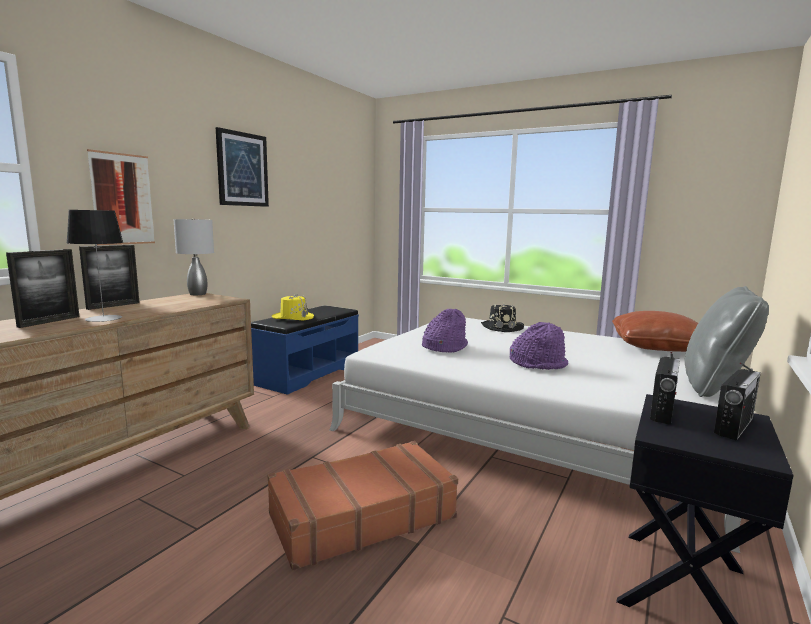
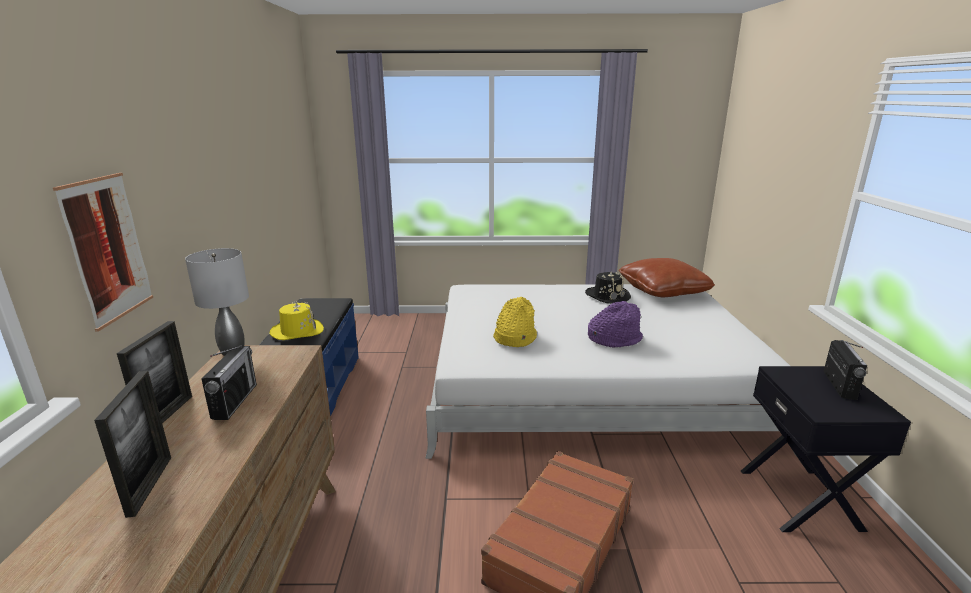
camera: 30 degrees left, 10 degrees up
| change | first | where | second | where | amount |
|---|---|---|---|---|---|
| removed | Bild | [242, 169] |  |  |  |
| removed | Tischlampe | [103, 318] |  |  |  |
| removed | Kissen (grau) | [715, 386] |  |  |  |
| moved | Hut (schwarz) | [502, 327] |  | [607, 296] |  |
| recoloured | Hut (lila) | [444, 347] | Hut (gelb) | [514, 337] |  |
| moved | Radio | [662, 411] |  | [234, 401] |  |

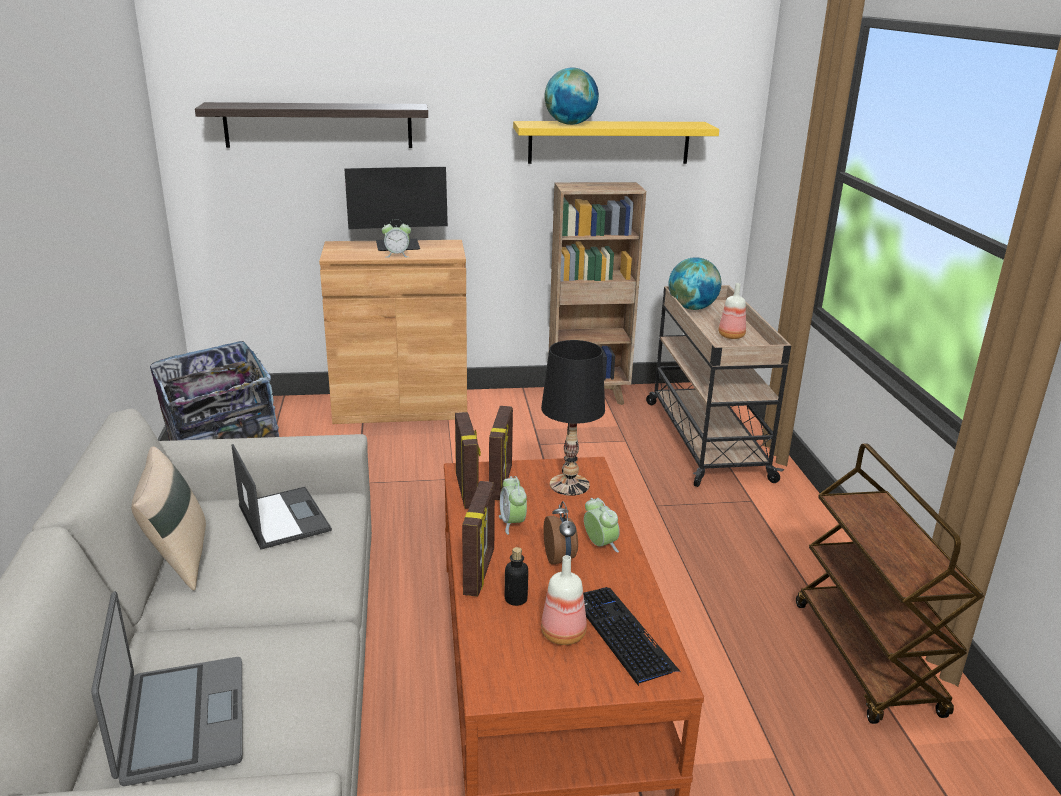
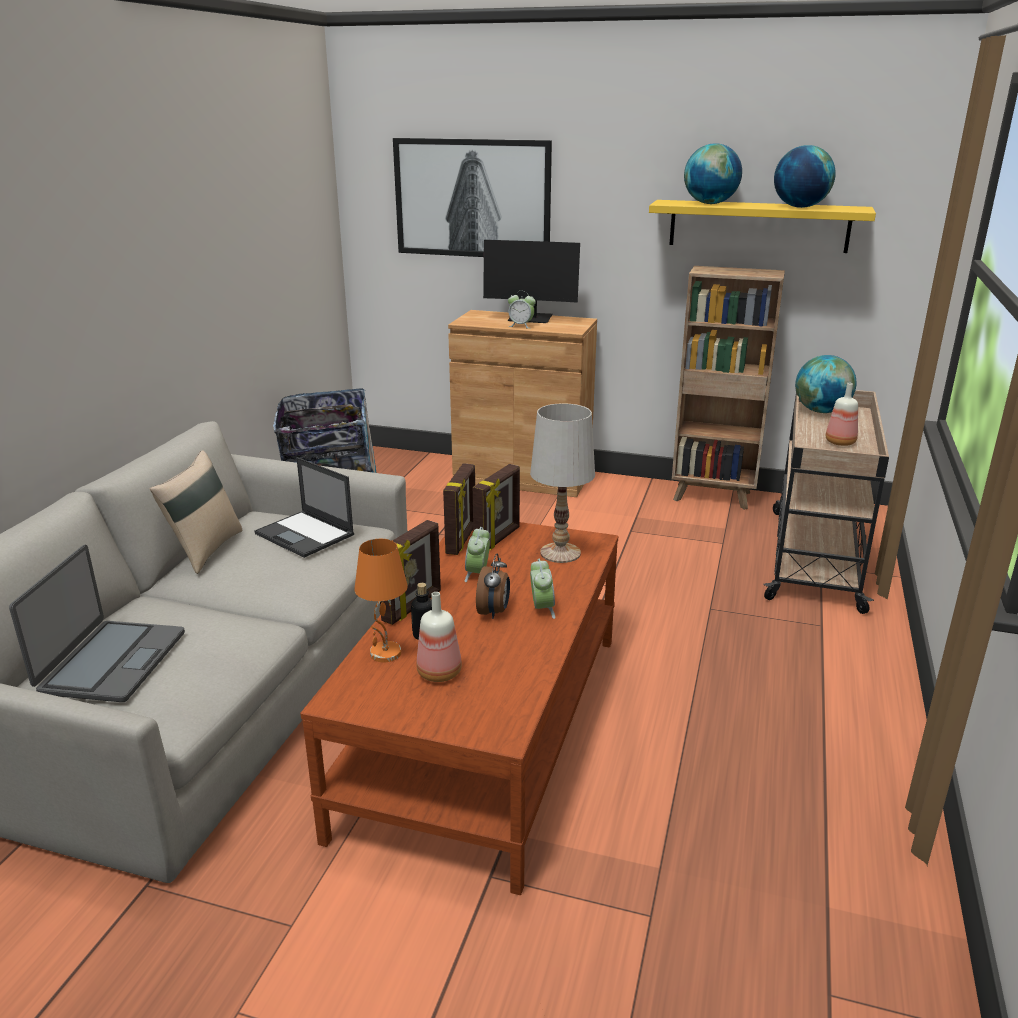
camera: 25 degrees right, 0 degrees up
| change | first | where | second | where | amount |
|---|---|---|---|---|---|
| replaced | Wandregal | [318, 125] | Bild | [472, 199] |  |
| recoloured | Tischlampe (schwarz) | [569, 485] | Tischlampe (weiß) | [560, 553] |  |
| removed | Rollwagen (braun) | [867, 659] |  |  |  |
| turned | Laptop | [283, 517] |  | [305, 534] | 135 degrees clockwise |
| removed | Tastatur | [622, 634] |  |  |  |
| added |  |  | Globus | [800, 207] |  |
| added |  |  | Tischlampe (orange) | [385, 654] |  |

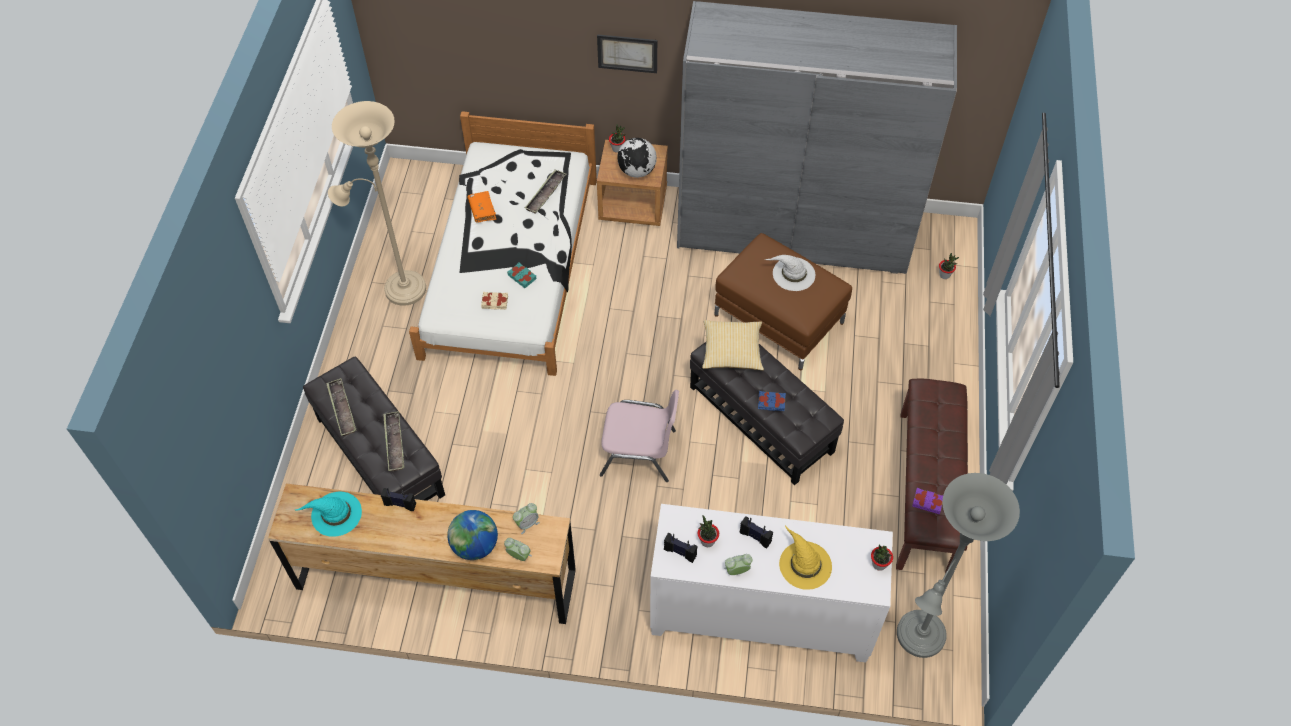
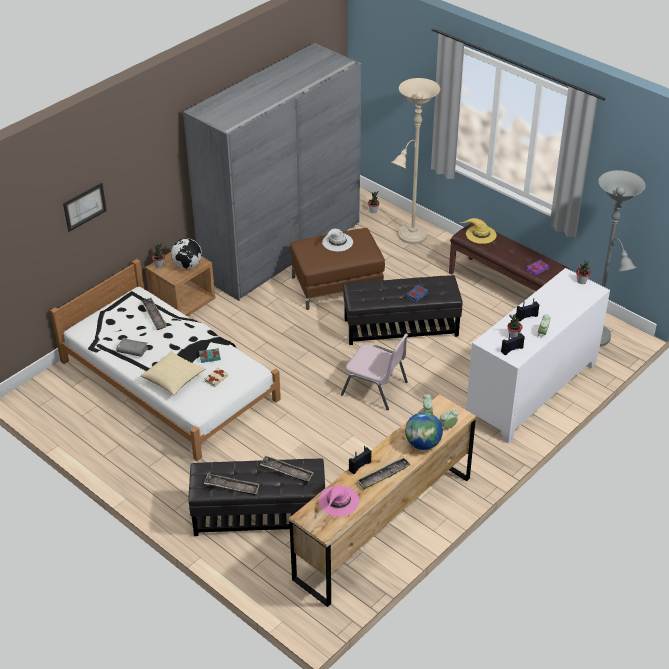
camera: 55 degrees left, 15 degrees down
| change | first | where | second | where | amount |
|---|---|---|---|---|---|
| moved | Bild | [627, 53] |  | [84, 206] |  |
| moved | Stehlampe (beige) | [399, 289] |  | [410, 237] |  |
| recoloured | Buch (orange) | [482, 210] | Buch (grau) | [132, 350] |  |
| moved | Kissen | [732, 352] |  | [173, 379] |  |
| turned | Stuhl (rosa) | [639, 452] |  | [375, 388] | 75 degrees clockwise |
| recoloured | Hut (türkis) | [335, 514] | Hut (rosa) | [338, 501] |  |
| moved | Hut (gelb) | [804, 564] |  | [480, 234] |  |
| added |  |  | Tablett | [383, 475] |  |

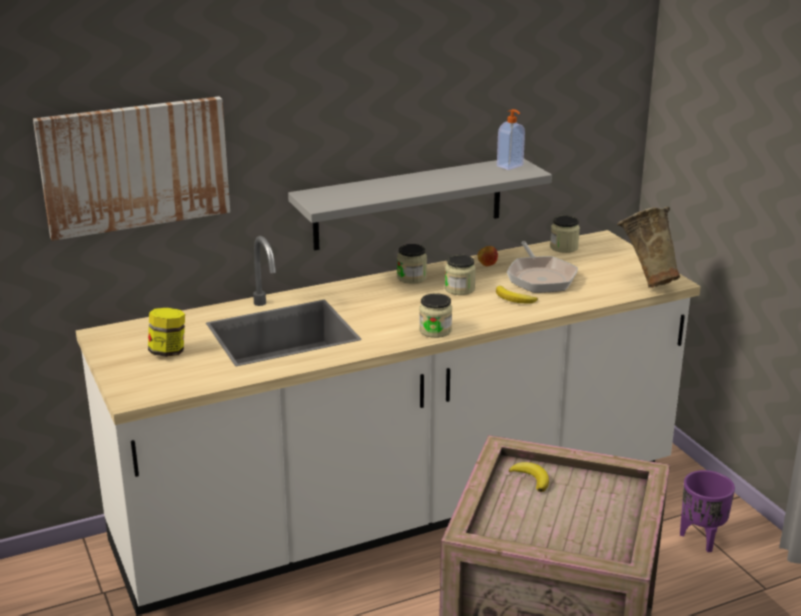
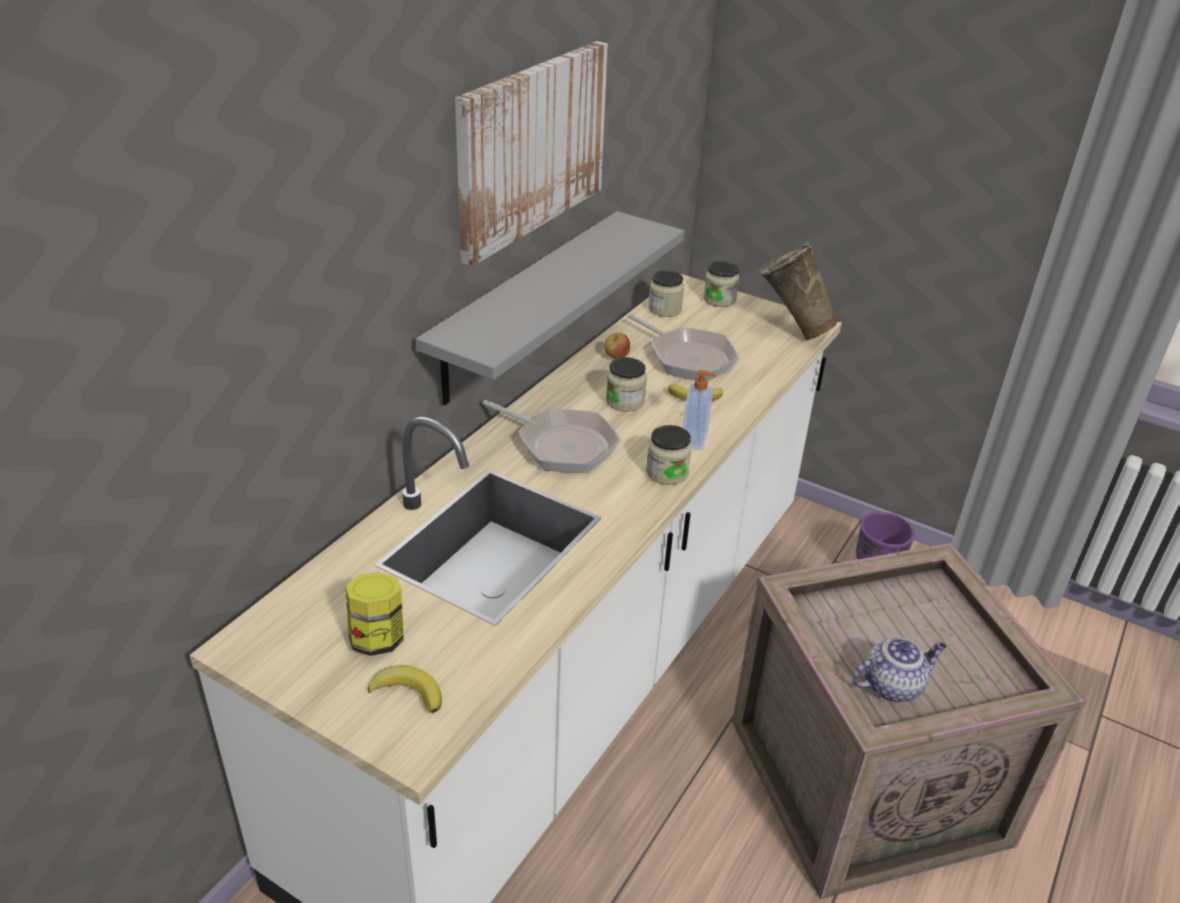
camera: 35 degrees left, 10 degrees up
| change | first | where | second | where | amount |
|---|---|---|---|---|---|
| moved | Bild | [135, 166] |  | [531, 147] |  |
| moved | Seifenspender | [510, 166] |  | [695, 440] |  |
| moved | Vorratsglas | [412, 278] |  | [719, 299] |  |
| moved | Banane | [531, 479] |  | [409, 691] |  |
| added |  |  | Pfanne | [561, 445] |  |
| added |  |  | Teekanne | [892, 685] |  |

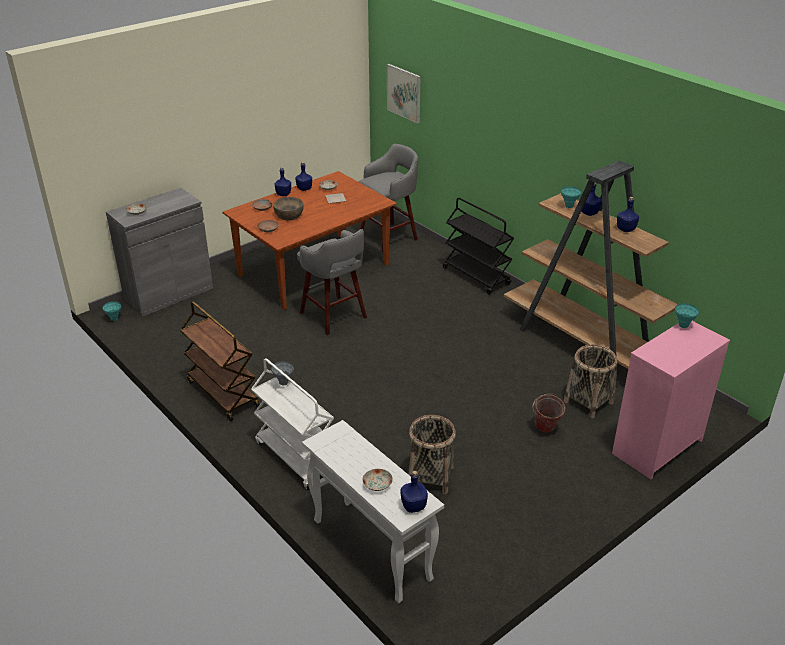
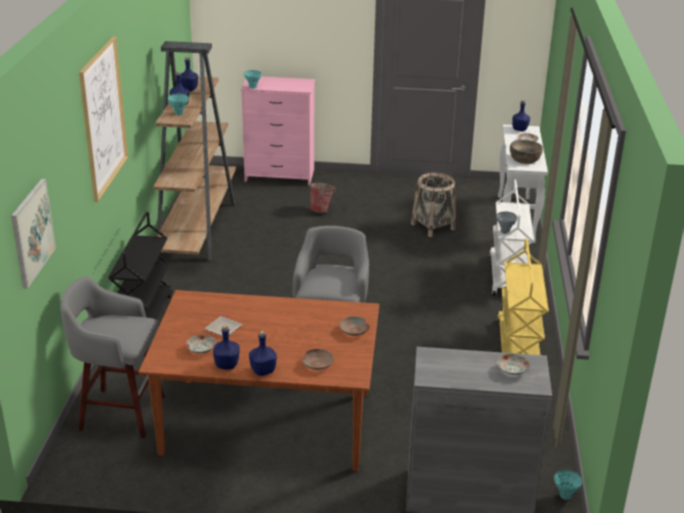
camera: 135 degrees left, 5 degrees down
| change | first | where | second | where | amount |
|---|---|---|---|---|---|
| moved | Schüssel (braun) | [289, 215] |  | [525, 159] |  |
| recoloured | Rollwagen (braun) | [222, 394] | Rollwagen (gelb) | [518, 346] |  |
| removed | Korb | [588, 402] |  |  |  |
| added |  |  | Bild | [103, 118] |  |

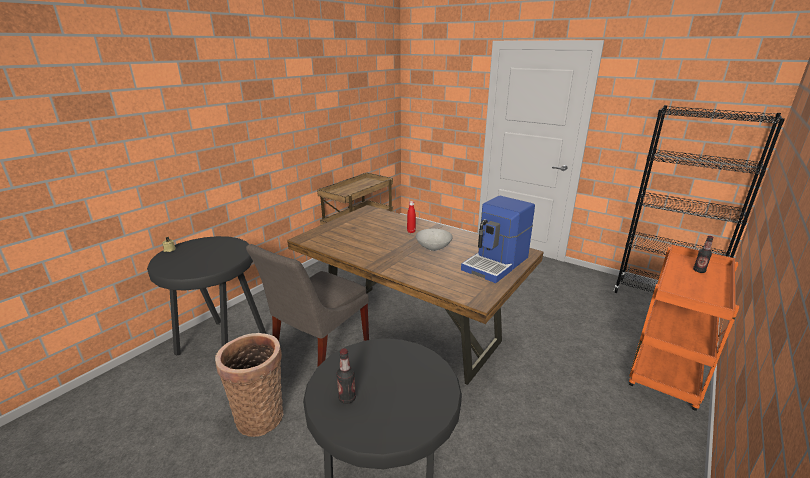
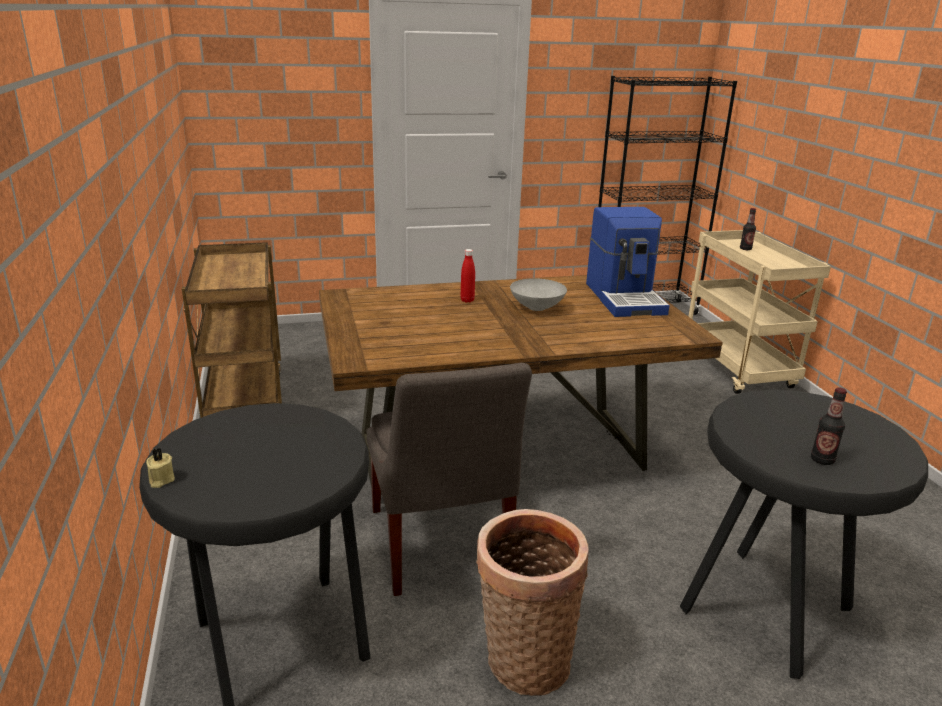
camera: 50 degrees left, 0 degrees up
| change | first | where | second | where | amount |
|---|---|---|---|---|---|
| recoloured | Rollwagen (orange) | [667, 372] | Rollwagen (beige) | [738, 370] |  |

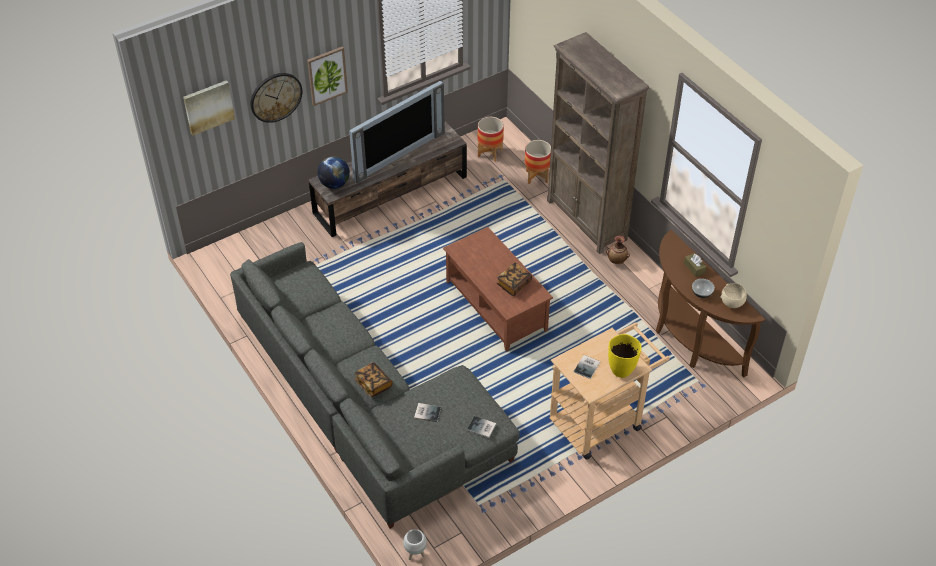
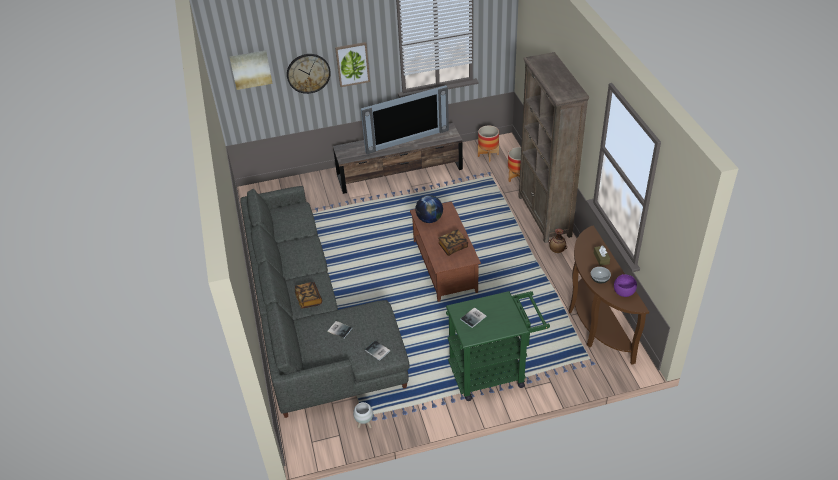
camera: 20 degrees right, 5 degrees down
| change | first | where | second | where | amount |
|---|---|---|---|---|---|
| moved | Globus | [334, 184] |  | [429, 219] |  |
| recoloured | Schüssel (beige) | [732, 303] | Schüssel (lila) | [624, 292] |  |
| recoloured | Rollwagen (beige) | [602, 420] | Rollwagen (grün) | [493, 372] |  |
| removed | Vase (gelb) | [621, 369] |  |  |  |
| moved | Pflanzkübel (weiß) | [415, 553] |  | [364, 424] |  |

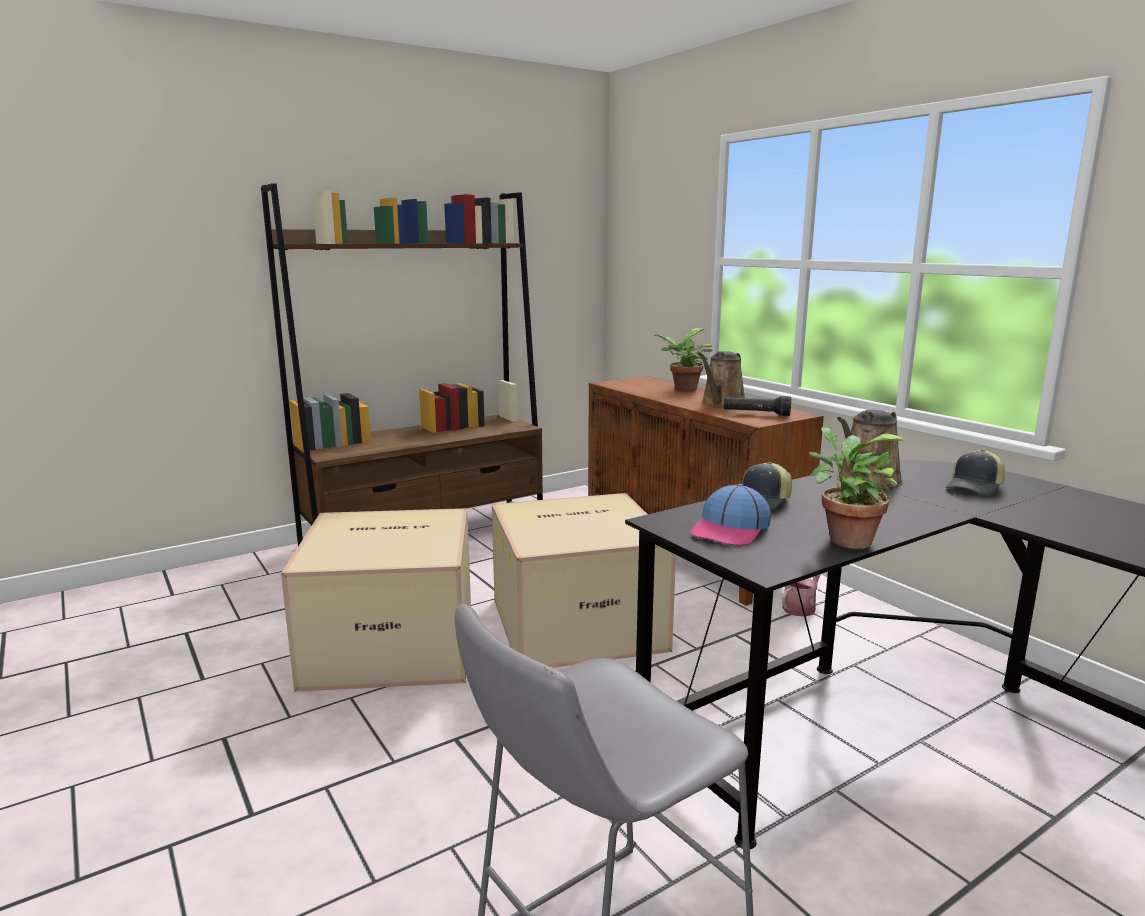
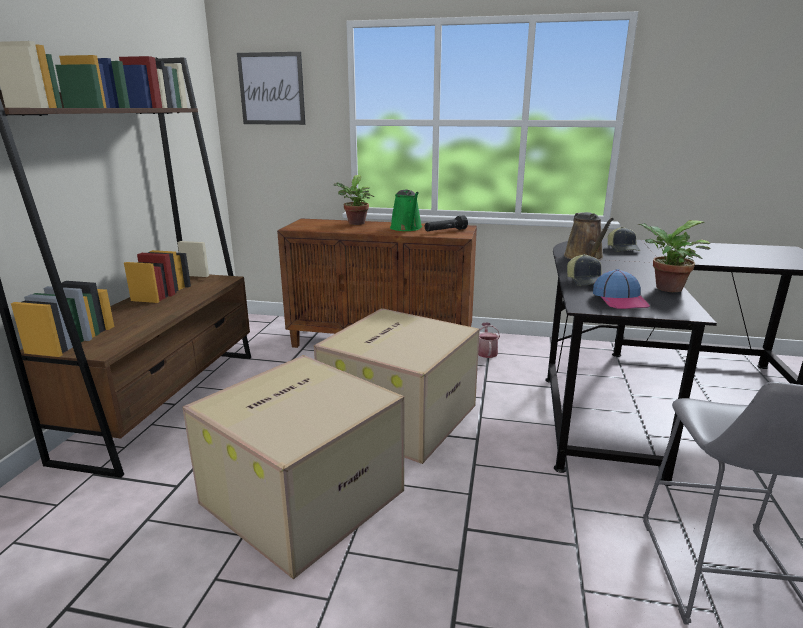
camera: 45 degrees left, 5 degrees up
| change | first | where | second | where | amount |
|---|---|---|---|---|---|
| recoloured | Gießkanne (braun) | [721, 403] | Gießkanne (grün) | [407, 228] |  |
| added |  |  | Bild | [271, 89] |  |

